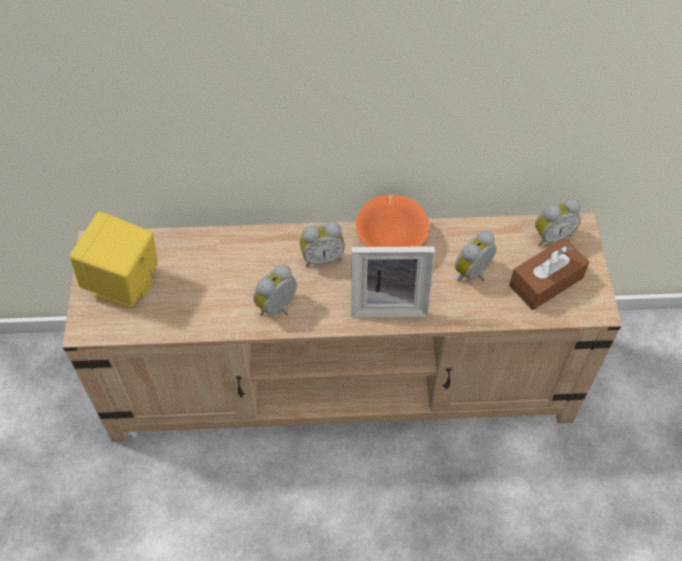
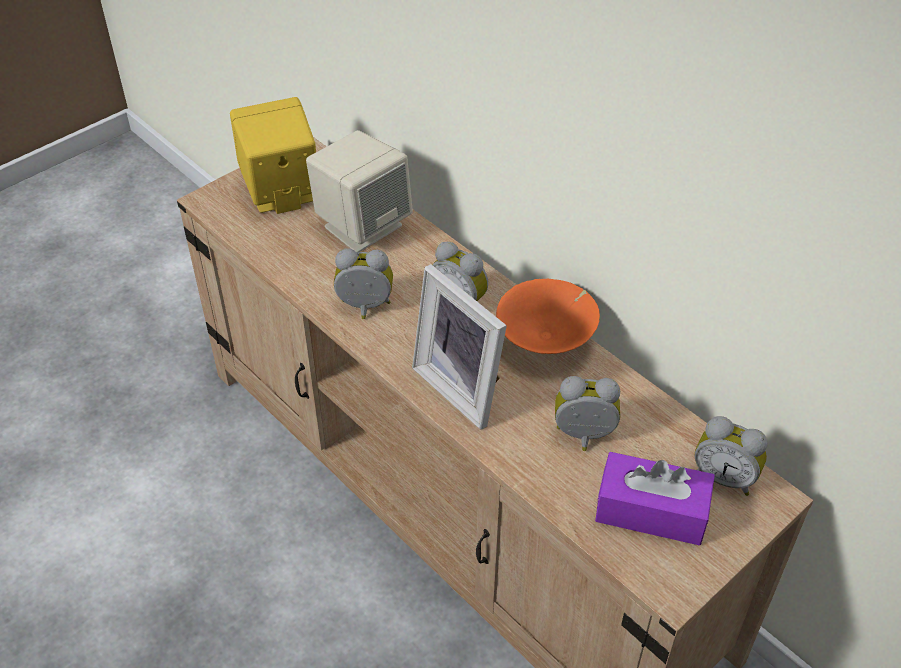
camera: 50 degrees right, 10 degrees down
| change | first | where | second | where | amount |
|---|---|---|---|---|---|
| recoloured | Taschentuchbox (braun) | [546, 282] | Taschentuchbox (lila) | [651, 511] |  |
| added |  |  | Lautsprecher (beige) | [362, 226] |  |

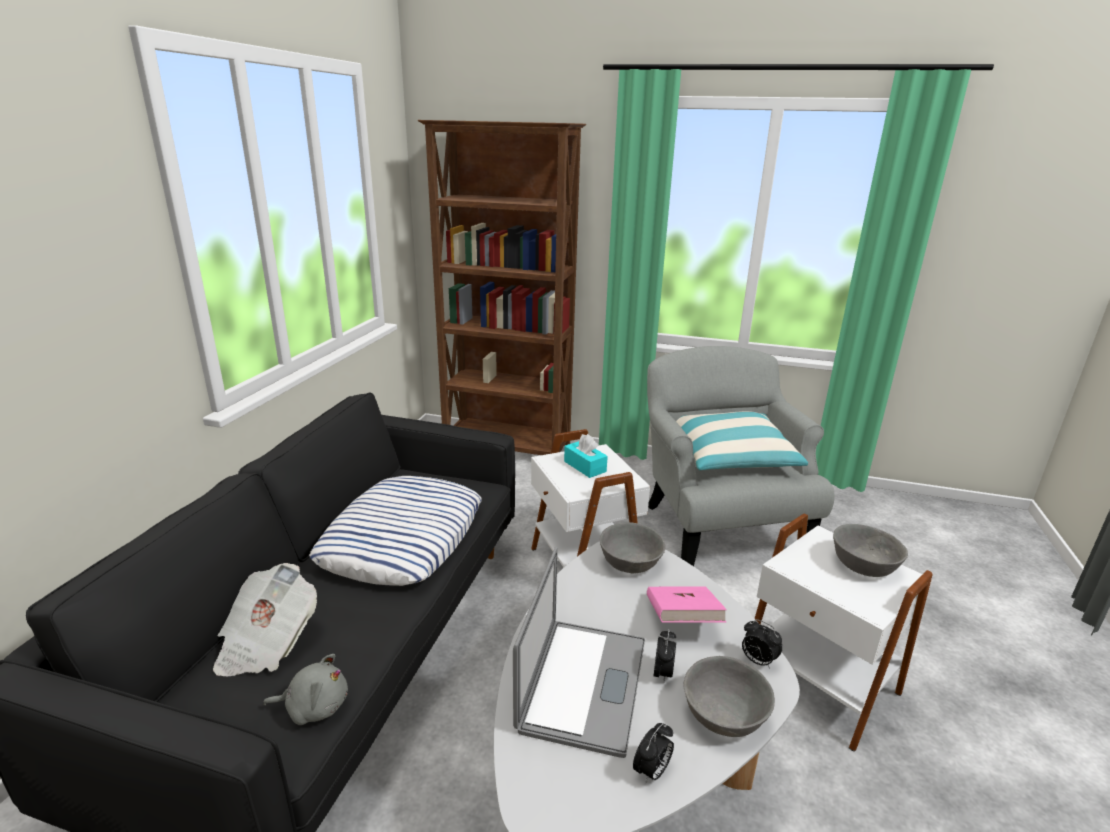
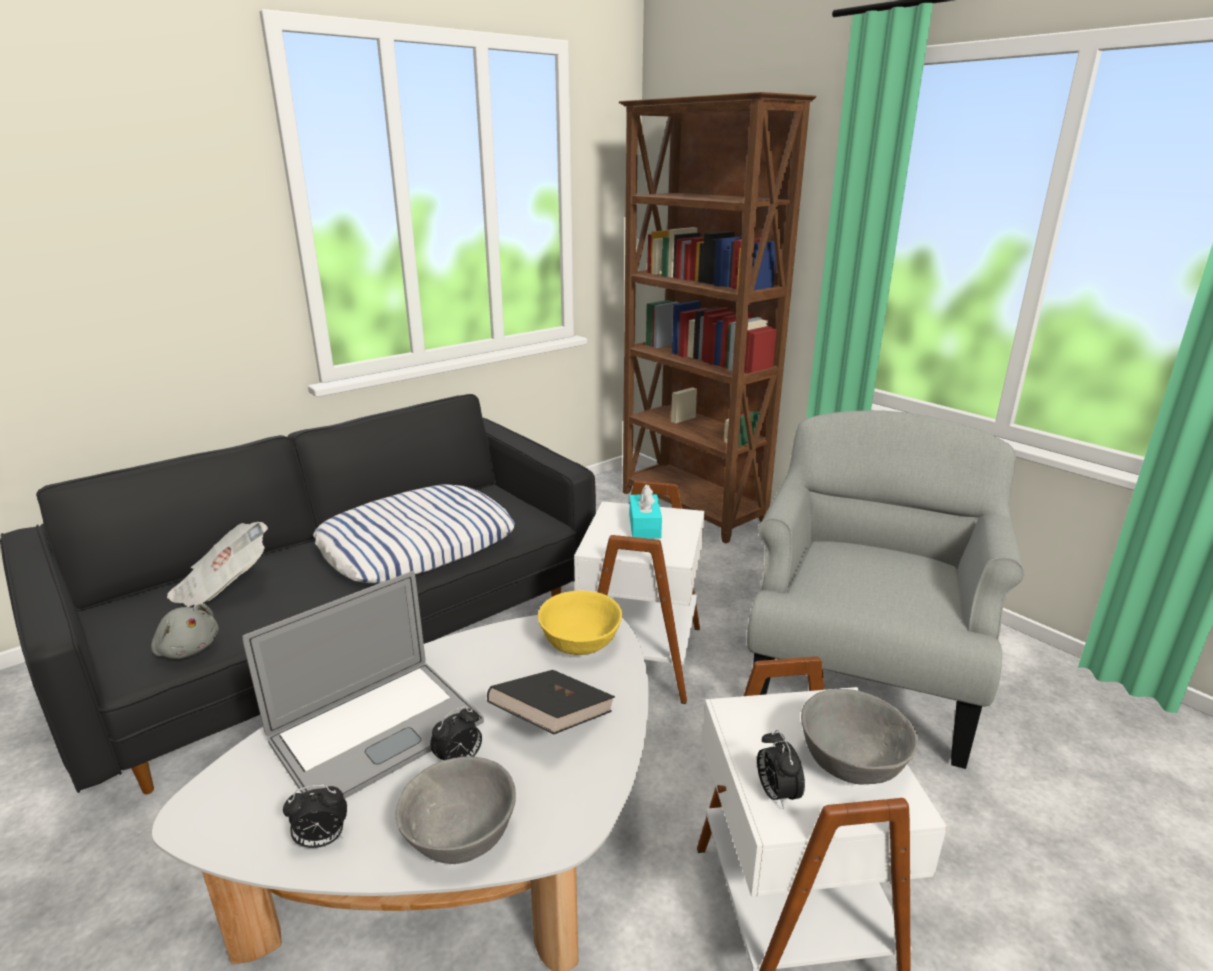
camera: 35 degrees right, 0 degrees up
| change | first | where | second | where | amount |
|---|---|---|---|---|---|
| removed | Kissen | [731, 455] |  |  |  |
| recoloured | Schüssel (grau) | [630, 562] | Schüssel (gelb) | [581, 642] |  |
| recoloured | Buch (rosa) | [681, 620] | Buch (schwarz) | [553, 721] |  |
| moved | Wecker | [757, 661] |  | [776, 793] |  |

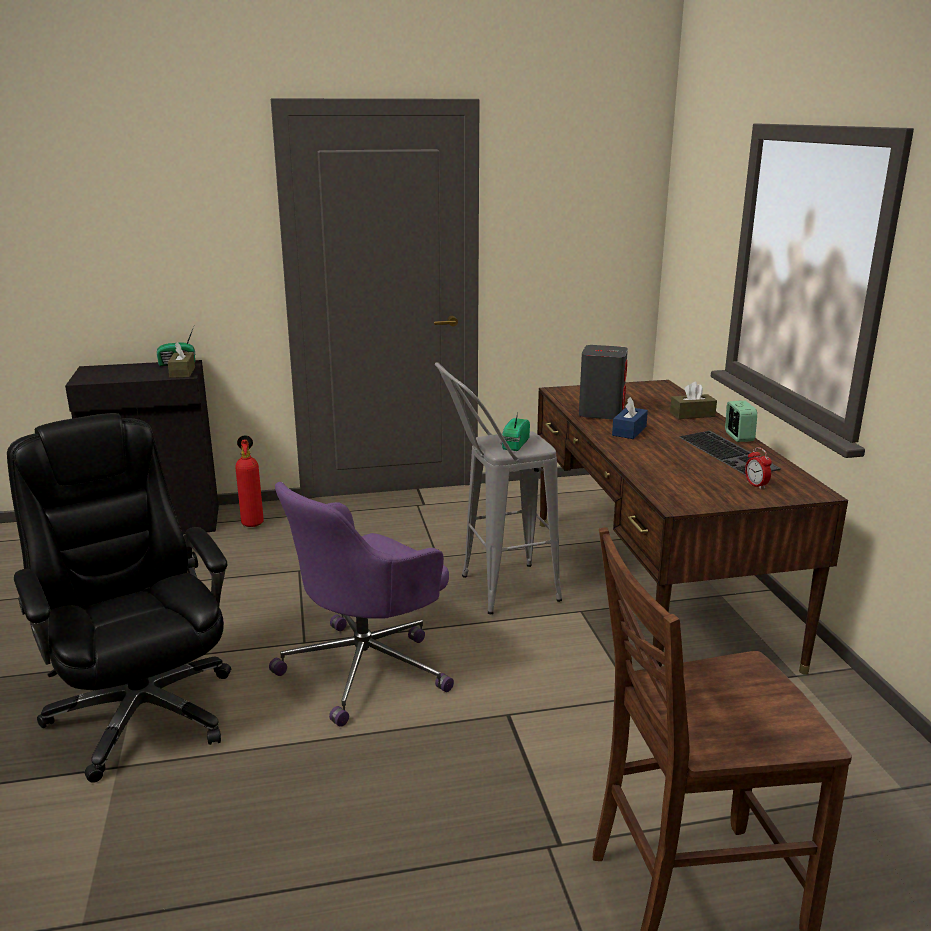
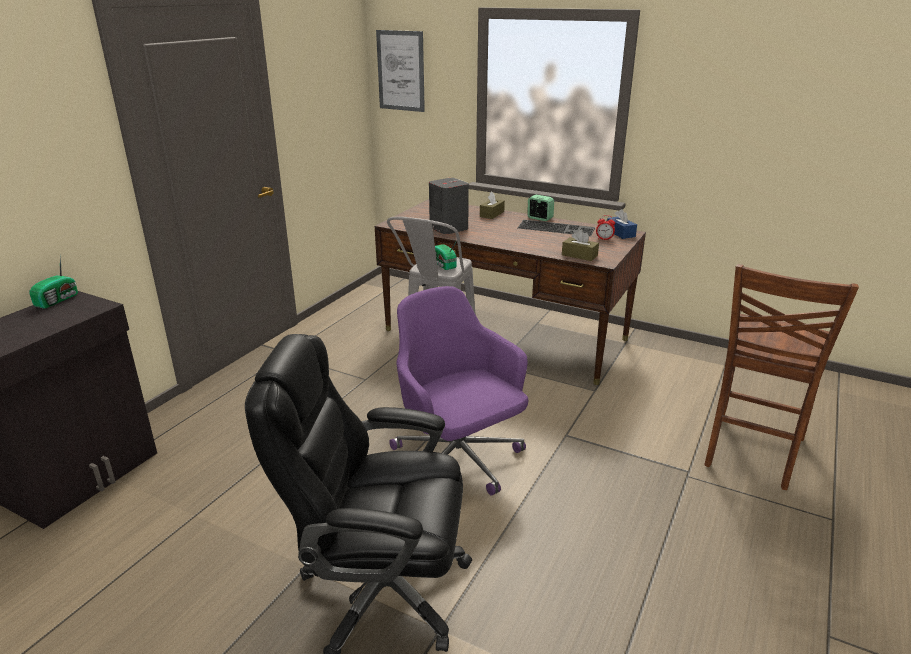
camera: 50 degrees left, 5 degrees up
| change | first | where | second | where | amount |
|---|---|---|---|---|---|
| moved | Taschentuchbox (braun) | [182, 372] |  | [579, 255] |  |
| moved | Taschentuchbox (blau) | [629, 431] |  | [620, 233] |  |
| removed | Feuerlöscher | [252, 522] |  |  |  |
| turned | Bürostuhl (lila) | [367, 668] |  | [458, 463] | 150 degrees clockwise |
| added |  |  | Bild | [401, 71] |  |

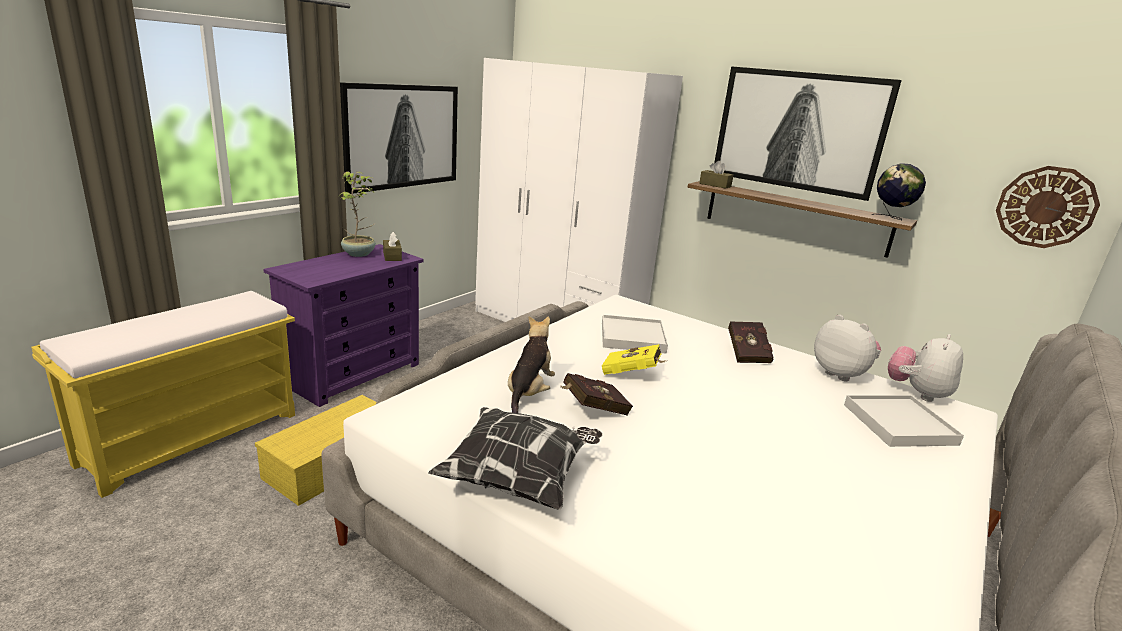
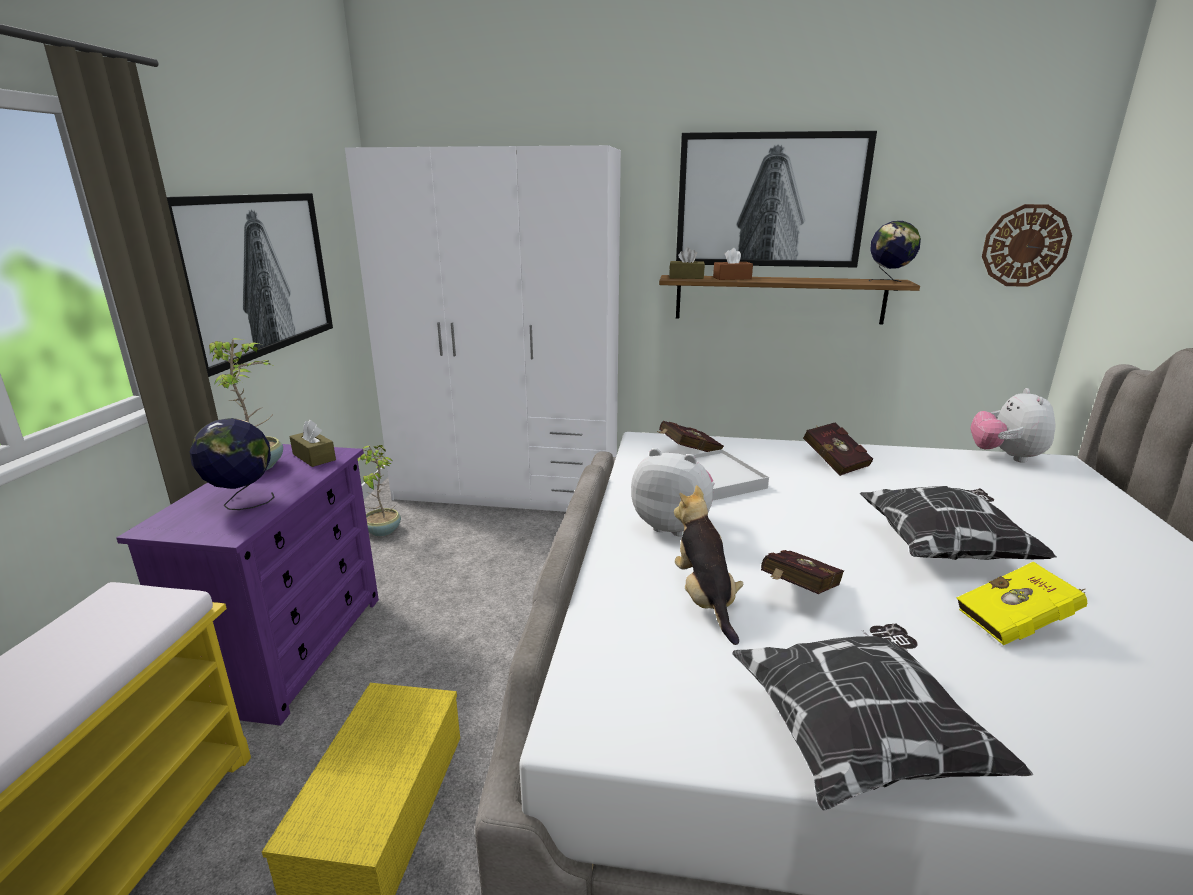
camera: 25 degrees left, 0 degrees up
| change | first | where | second | where | amount |
|---|---|---|---|---|---|
| moved | Plüschtier | [841, 374] |  | [673, 525] |  |
| moved | Buch (gelb) | [632, 374] |  | [1018, 624] |  |
| removed | Tablett (weiß) | [899, 424] |  |  |  |
| added |  |  | Taschentuchbox (braun) | [732, 278] |  |
| added |  |  | Globus | [242, 502] |  |
| added |  |  | Buch (rot) | [687, 452] |  |
| added |  |  | Topfpflanze | [381, 531] |  |
| added |  |  | Kissen | [944, 548] |  |

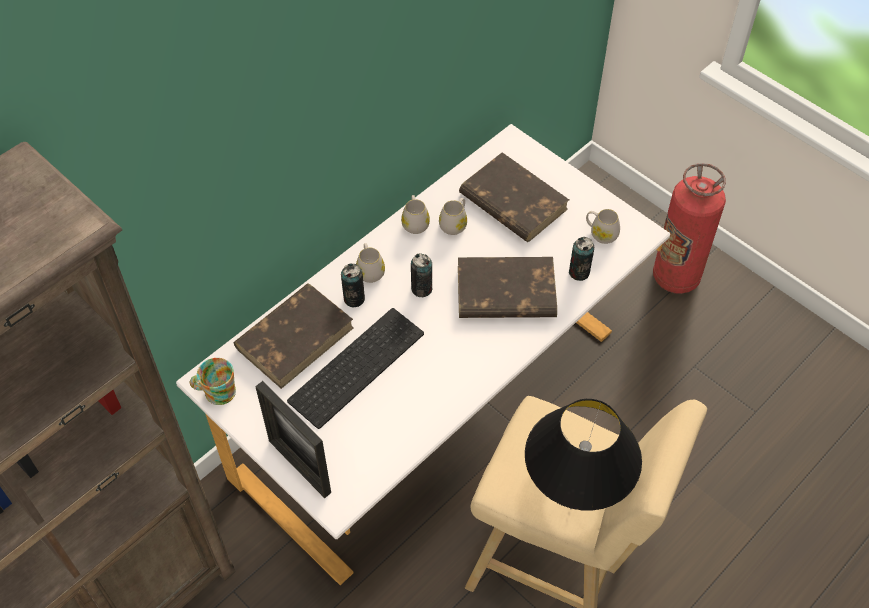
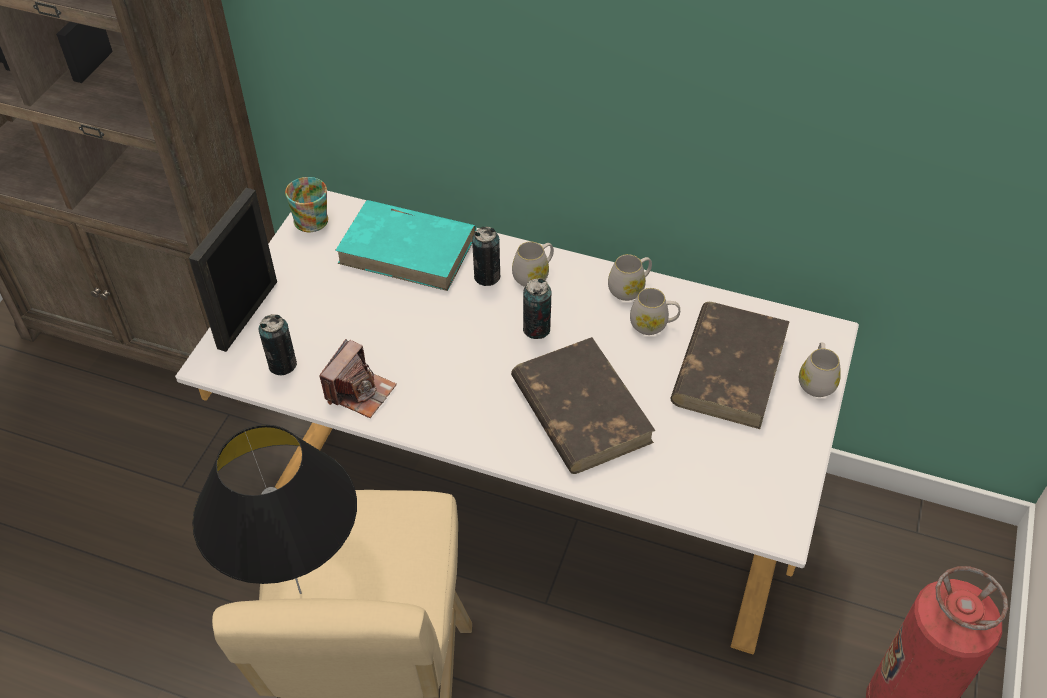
camera: 65 degrees right, 5 degrees down
| change | first | where | second | where | amount |
|---|---|---|---|---|---|
| moved | Henkelbecher (weiß) | [600, 233] |  | [816, 381] |  |
| moved | Dose | [579, 272] |  | [282, 364] |  |
| recoloured | Buch (braun) | [295, 337] | Buch (türkis) | [409, 249] |  |
| removed | Tastatur | [356, 364] |  |  |  |
| added |  |  | Kamera | [360, 391] |  |

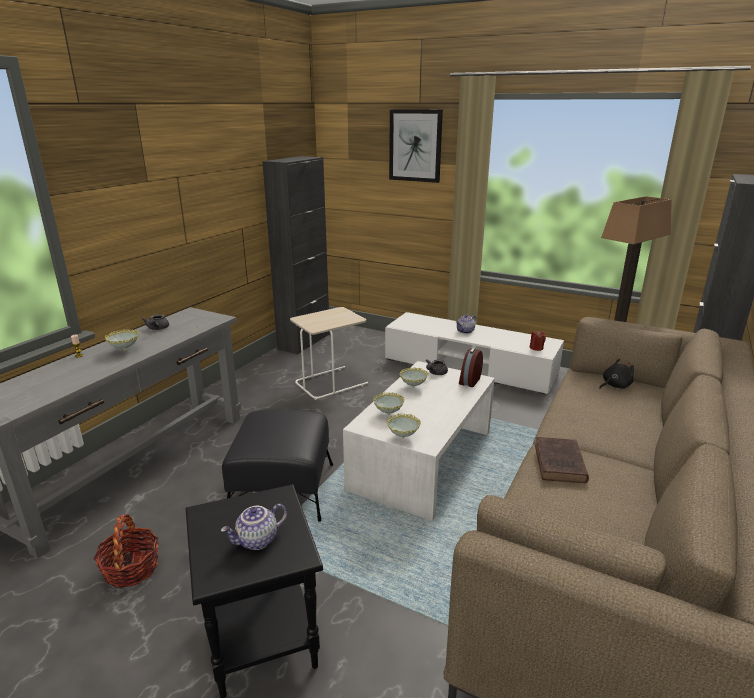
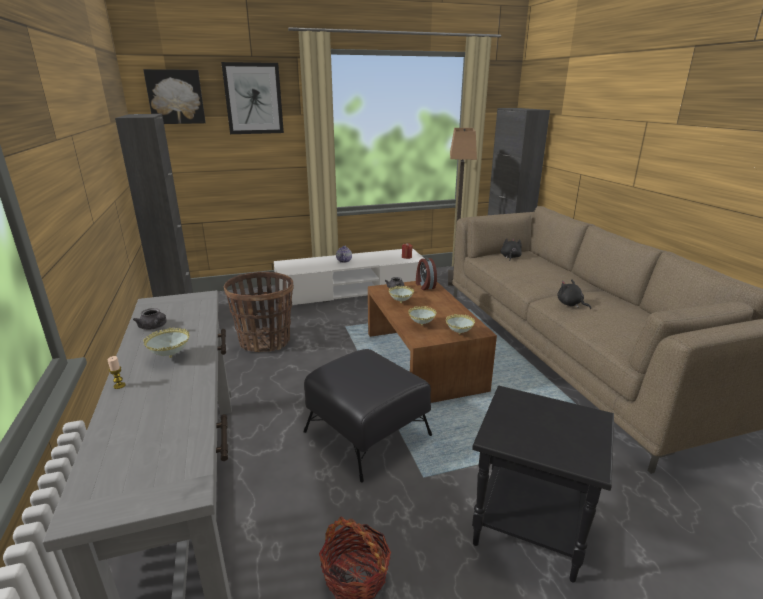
camera: 45 degrees left, 0 degrees up
| change | first | where | second | where | amount |
|---|---|---|---|---|---|
| replaced | Beistelltisch (beige) | [331, 382] | Korb | [265, 341] |  |
| recoloured | Couchtisch (weiß) | [423, 459] | Couchtisch (braun) | [423, 360] |  |
| replaced | Buch (braun) | [560, 464] | Plüschtier (schwarz) | [570, 304] |  |
| removed | Teekanne | [257, 541] |  |  |  |
| added |  |  | Bild | [175, 97] |  |

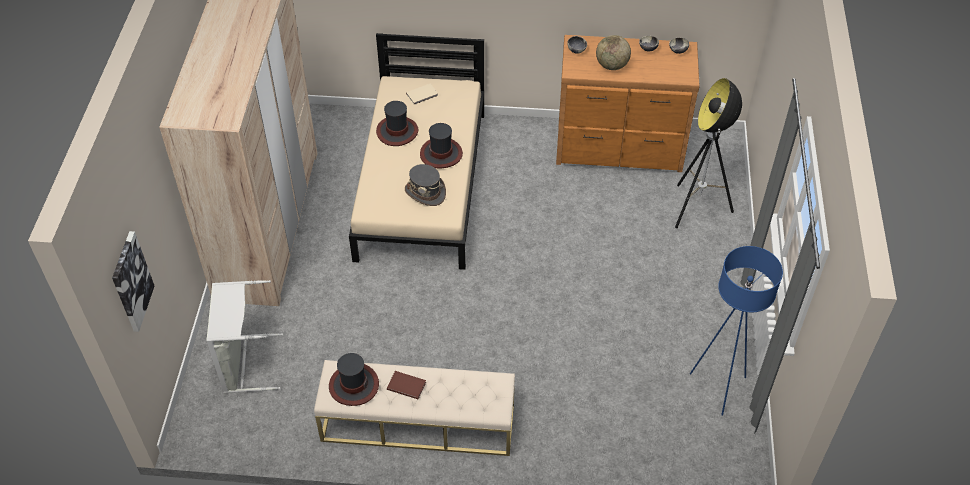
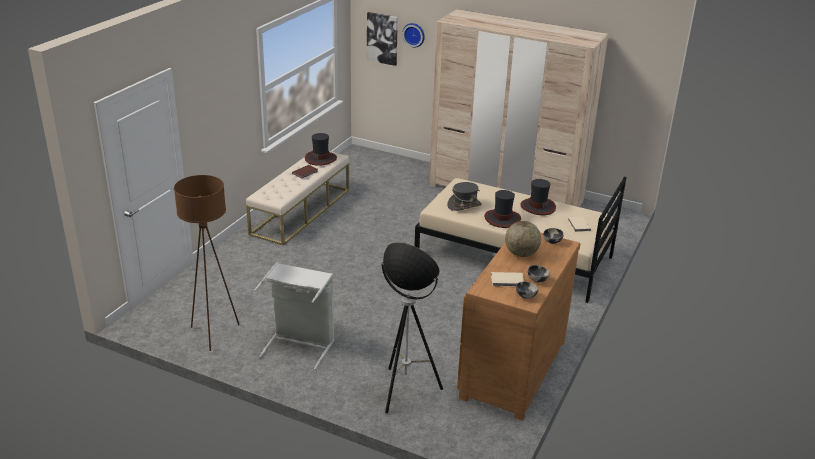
camera: 110 degrees right, 20 degrees down
| change | first | where | second | where | amount |
|---|---|---|---|---|---|
| recoloured | Stehlampe (blau) | [718, 388] | Stehlampe (braun) | [214, 333] |  |
| moved | Wäschekorb (grau) | [245, 364] |  | [300, 344] |  |
| added |  |  | Wanduhr | [414, 34] |  |
| added |  |  | Buch (beige) | [508, 281] |  |

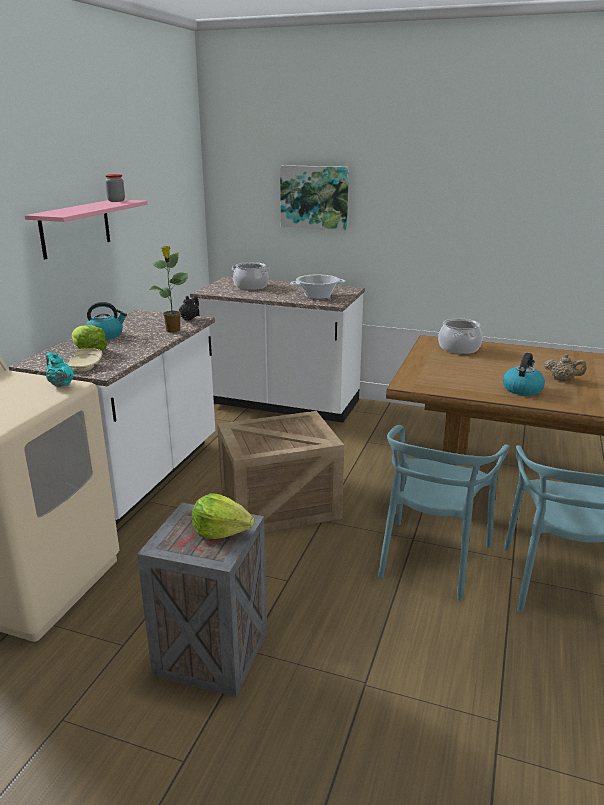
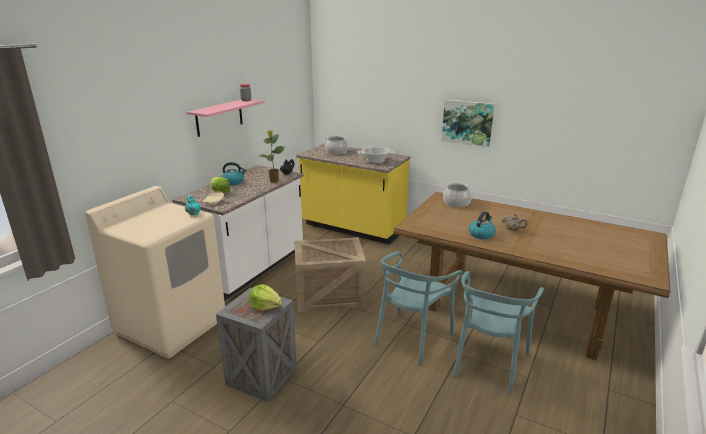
camera: 10 degrees right, 0 degrees up
| change | first | where | second | where | amount |
|---|---|---|---|---|---|
| moved | Bild | [314, 197] |  | [467, 122] |  |
| recoloured | Küchenzeile (weiß) | [280, 403] | Küchenzeile (gelb) | [353, 228] |  |

